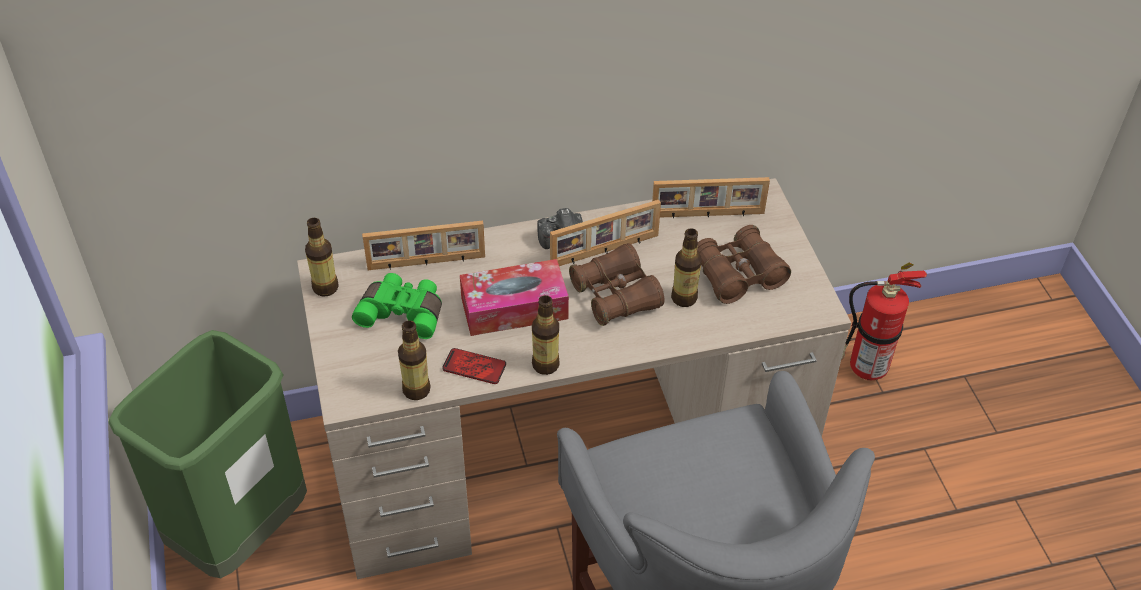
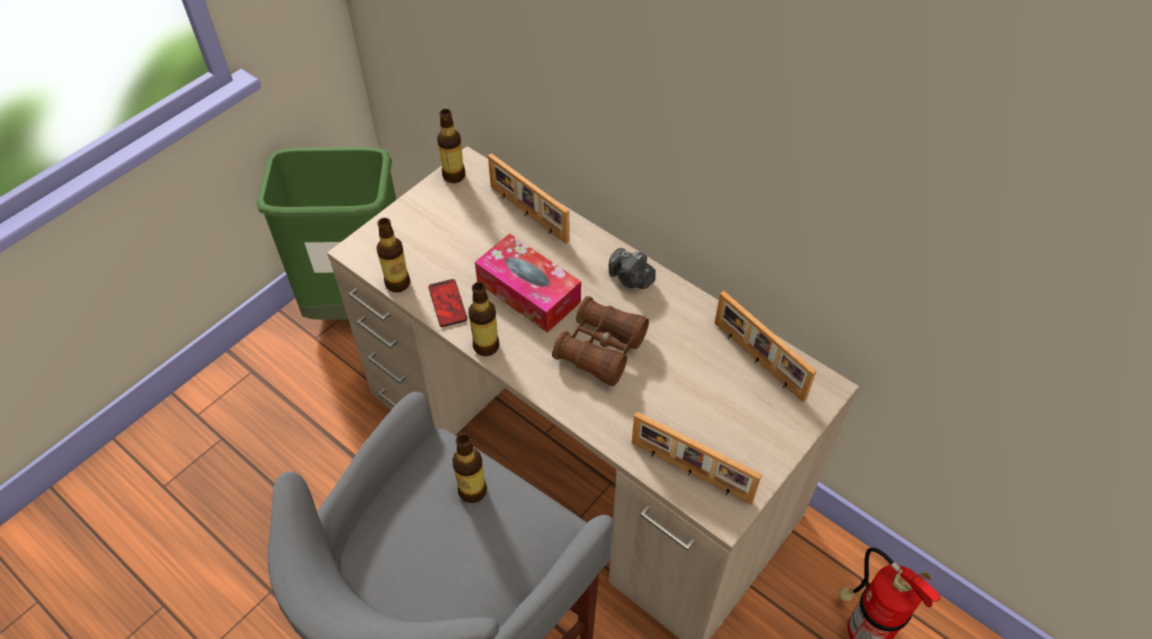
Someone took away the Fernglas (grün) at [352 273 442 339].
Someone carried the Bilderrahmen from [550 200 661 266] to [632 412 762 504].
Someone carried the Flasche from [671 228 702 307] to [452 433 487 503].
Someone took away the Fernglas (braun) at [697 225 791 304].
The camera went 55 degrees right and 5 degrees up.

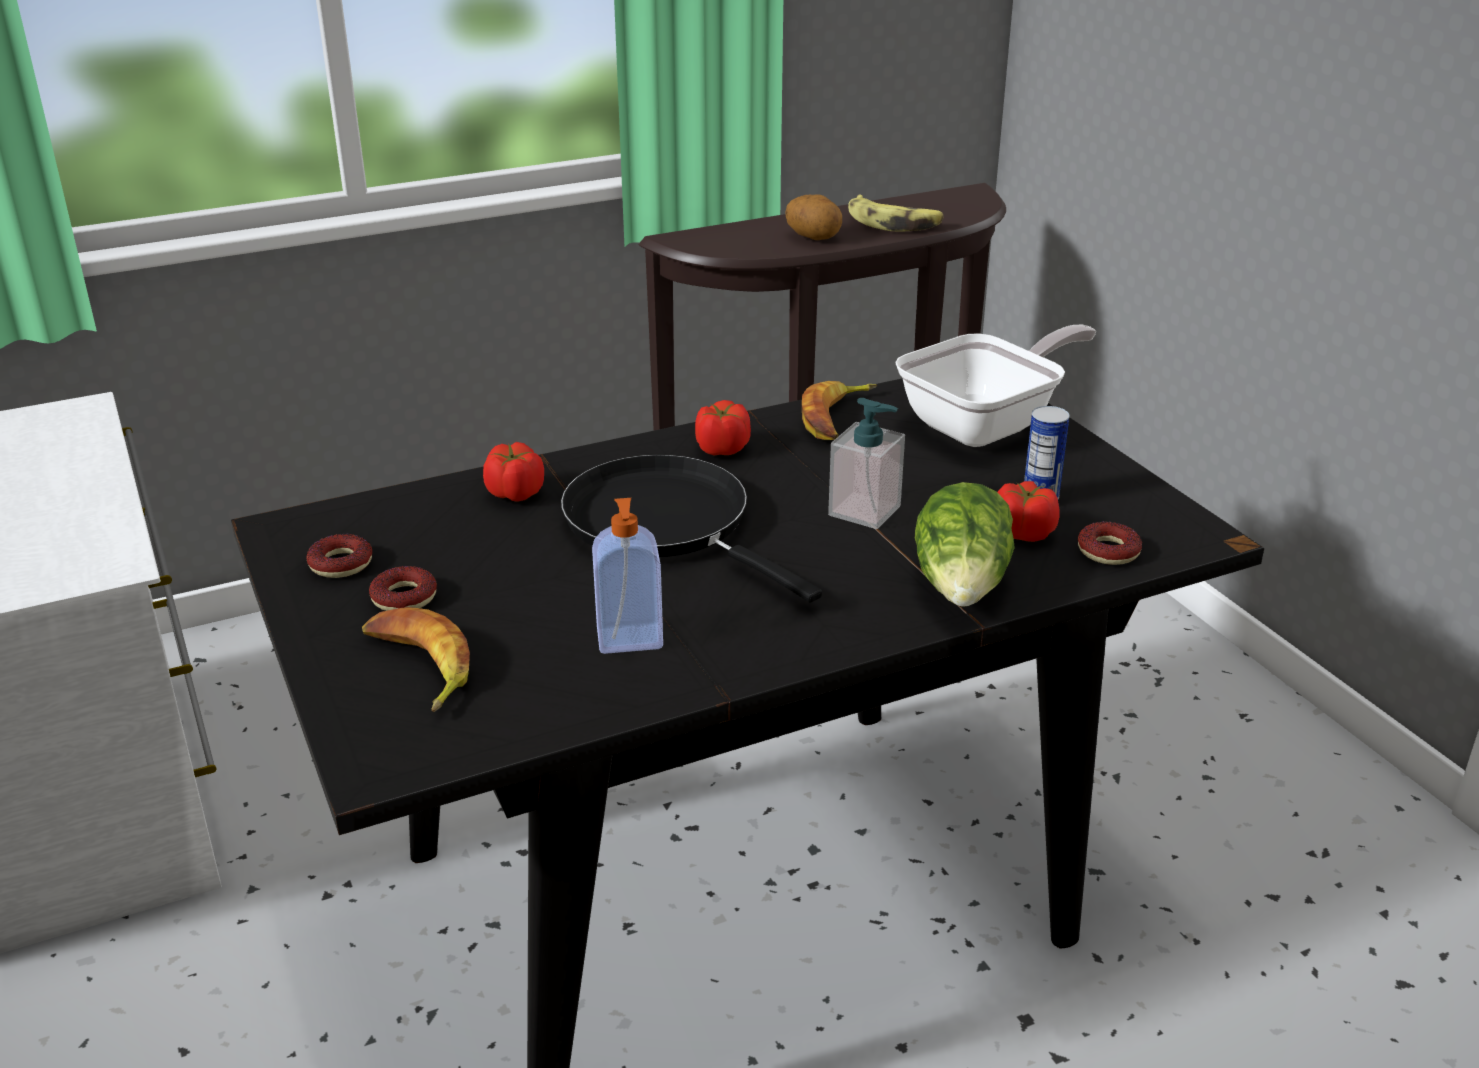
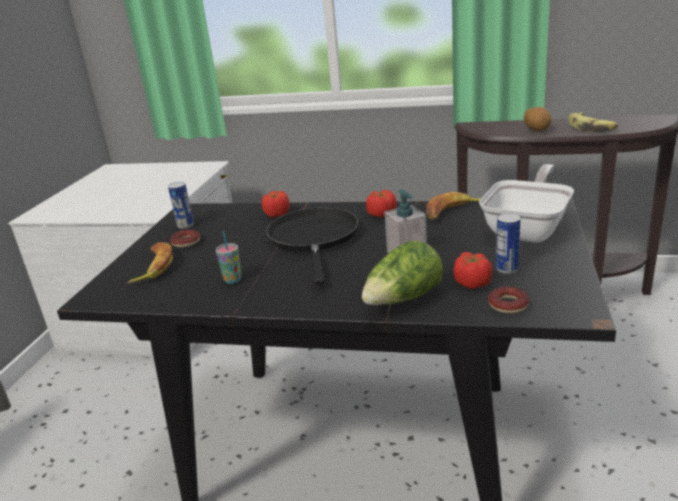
Someone swapped the Donut at [306 534 372 578] for the Dose at [168 182 194 229].
Someone swapped the Seifenspender at [592 498 663 654] for the Tasse at [216 231 242 284].
Someone rotated the Pfanne at [895 325 1096 447] by 60 degrees counterclockwise.
The camera went 40 degrees right and 5 degrees down.

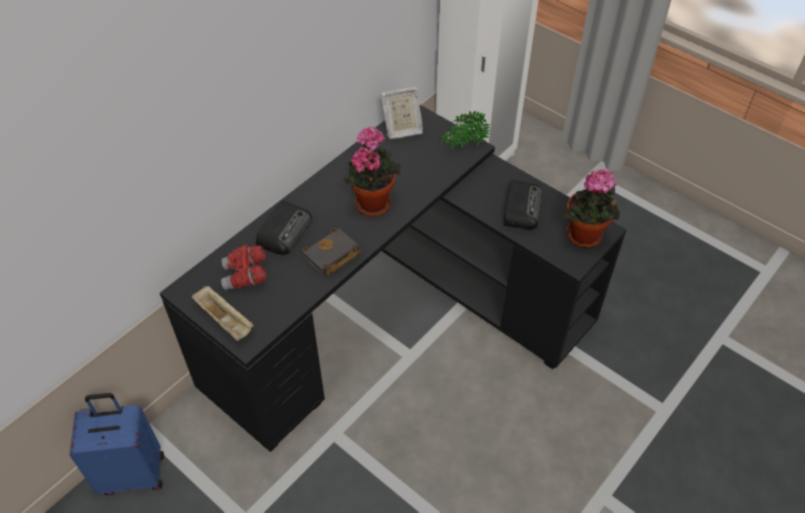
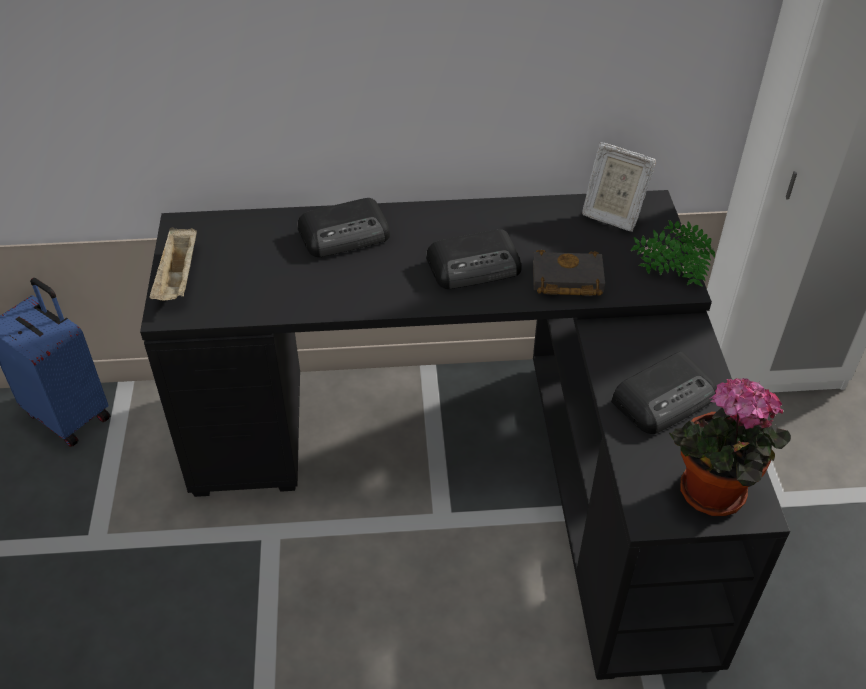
Someone took away the Fernglas (rot) at [221 245 266 290].
Someone carried the Buch (schwarz) from [302 228 361 275] to [533 250 605 296].
Someone swapped the Topfpflanze at [344 126 401 217] for the Radio at [426 229 522 289].
The camera went 45 degrees right and 5 degrees down.

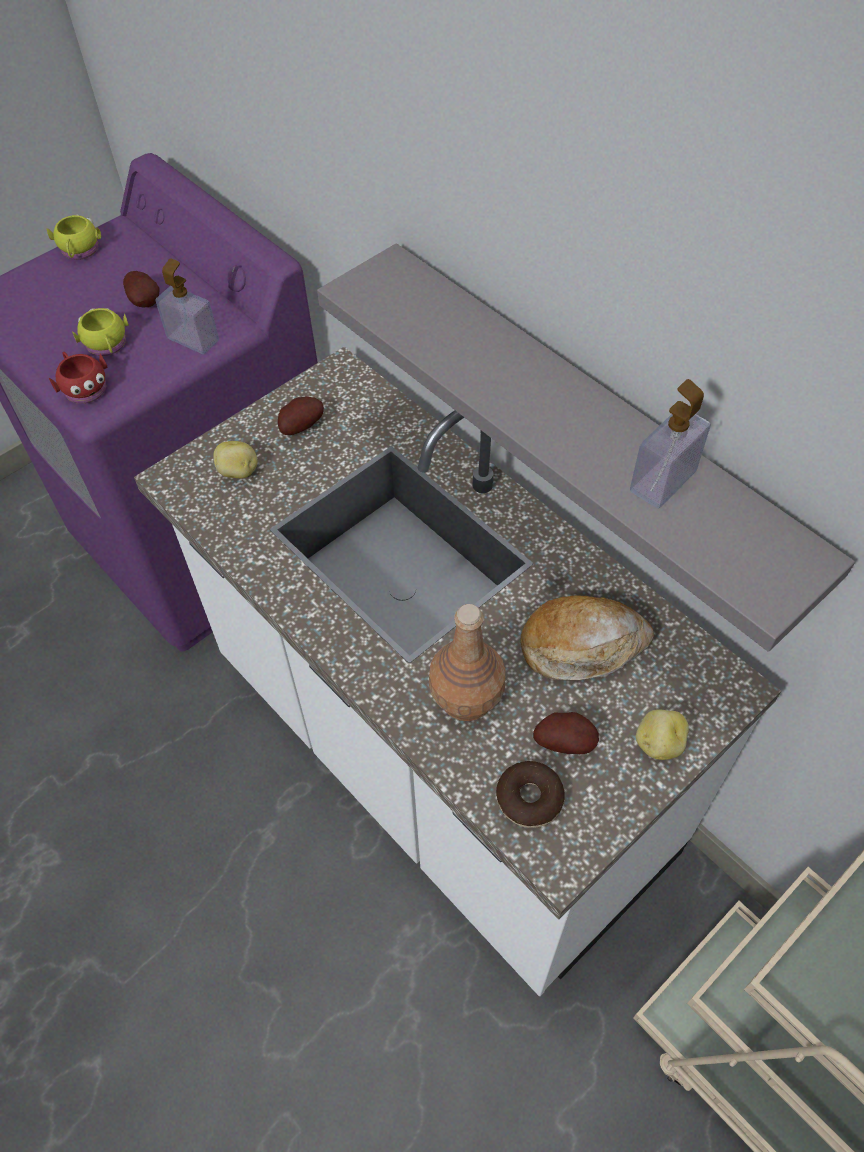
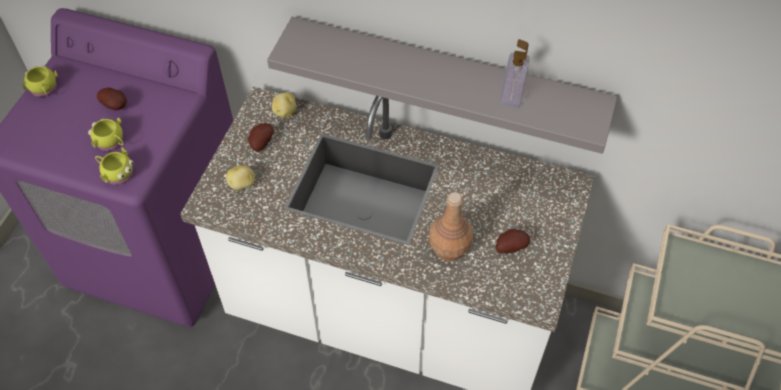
Someone repainted the Henkelbecher (rot) at [49 352 108 404], which became the Henkelbecher (gelb) at [95 148 134 185].
Someone took away the Seifenspender at [156 258 219 354].
Someone took away the Donut at [496 761 565 828].
Someone took away the Brot at [520 595 654 680].
Someone carried the Kartoffel from [636 709 689 760] to [272 92 297 118].
The camera went 30 degrees left and 0 degrees up.

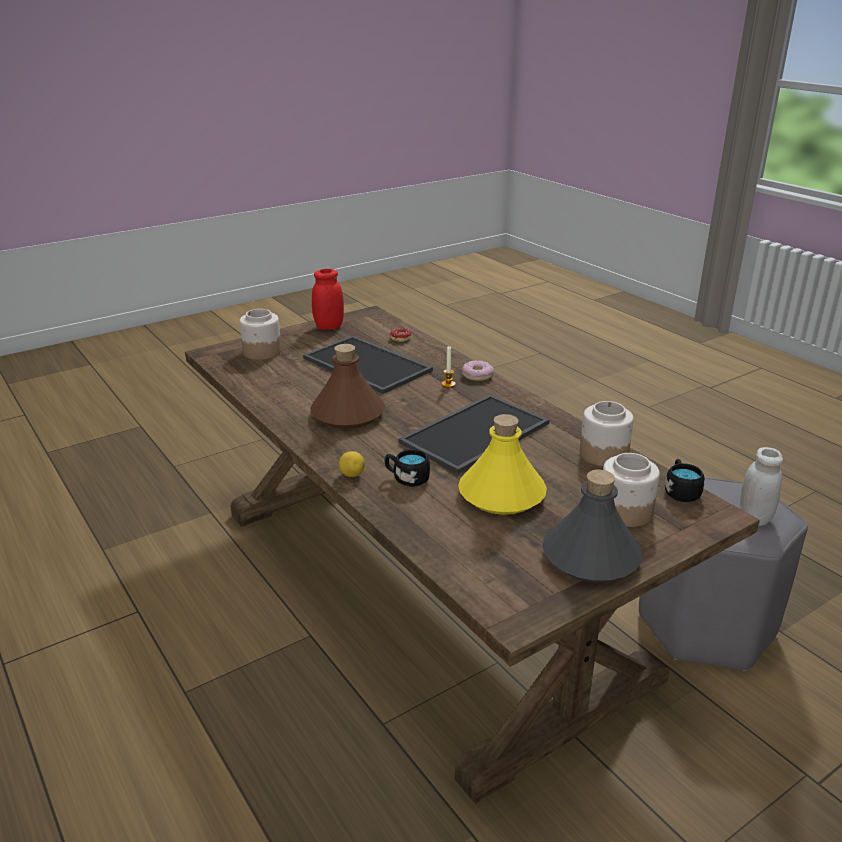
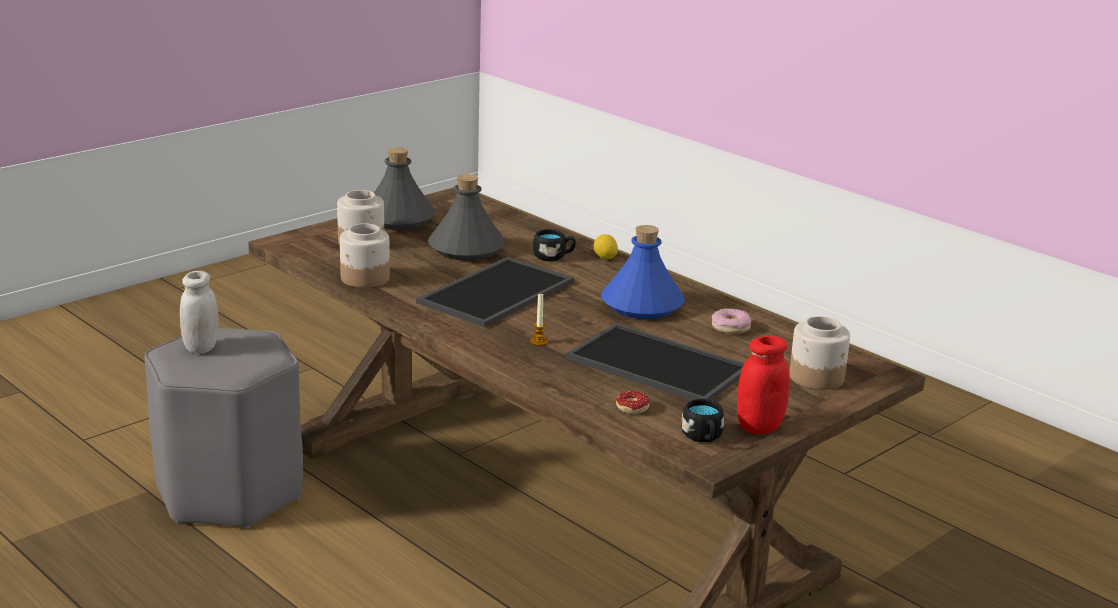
Someone repainted the Flasche (braun) at [310 344 385 429], which became the Flasche (blau) at [601 225 685 319].
Someone repainted the Flasche (gelb) at [458 414 547 515], which became the Flasche (grau) at [428 174 506 261].
Someone carried the Donut from [462 360 494 381] to [712 308 751 334].
Someone carried the Henkelbecher (schwarz) from [665 459 705 502] to [681 399 724 442].
The camera went 170 degrees right and 5 degrees down.

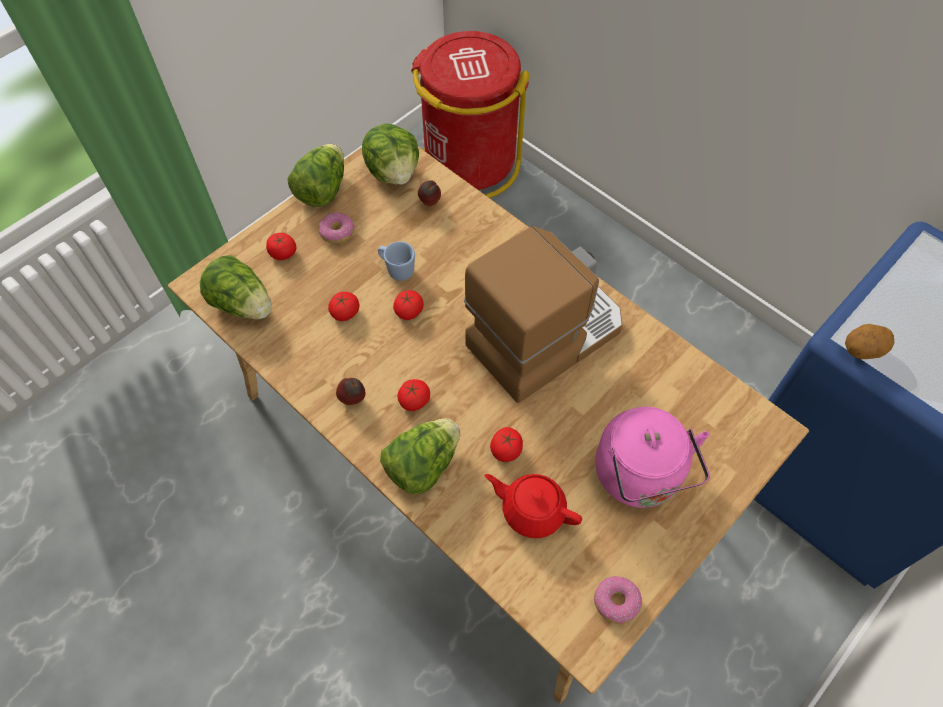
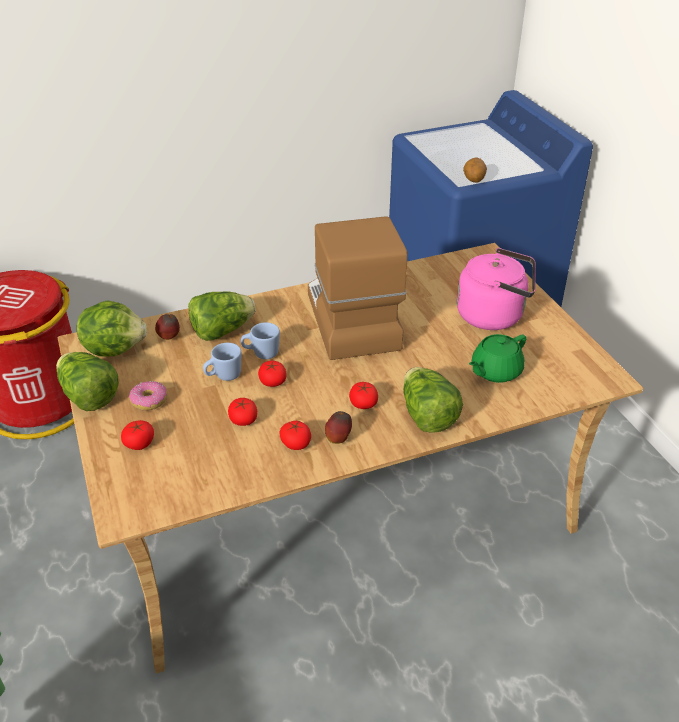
Someone carried the Salatkopf from [200 255 272 319] to [188 292 256 341].
Someone repainted the Teekanne (rot) at [485 474 582 538], which became the Teekanne (grün) at [469 334 527 383].
Someone carried the Tomate from [490 427 523 462] to [280 421 311 450].
Someone took away the Donut at [594 576 642 624].
Someone put down the Henkelbecher (blau) at [241 322 280 359].
The camera went 65 degrees left and 20 degrees down.

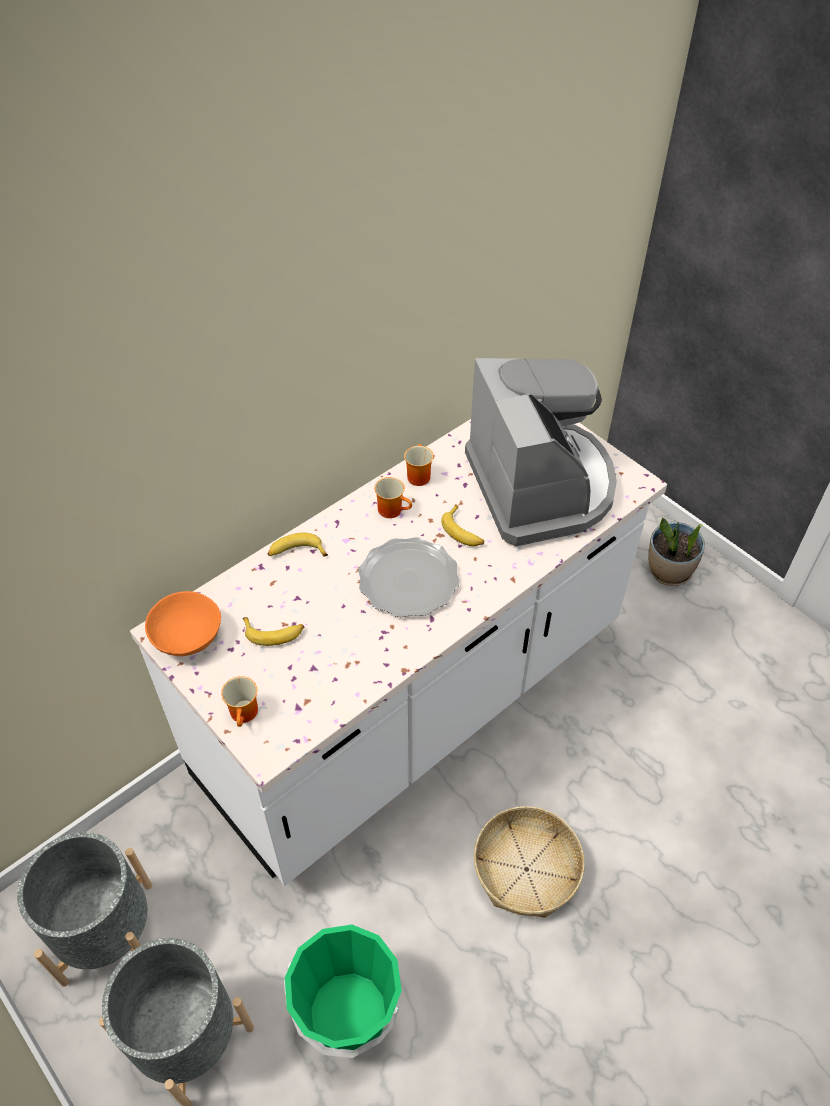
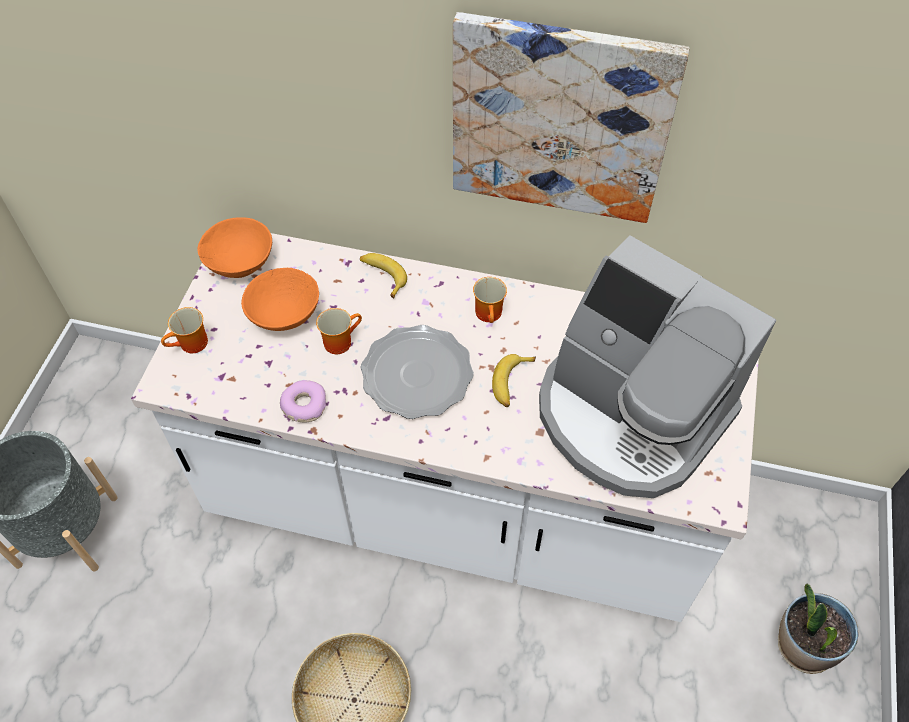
Someone took away the Pflanzkübel (grau) at [17 832 152 987].
Someone swapped the Banane at [243 617 304 646] for the Schüssel (orange) at [241 268 319 331].
Someone took away the Eimer (grün) at [284 925 402 1058].
Someone carried the Henkelbecher from [404 444 434 486] to [316 308 362 354].
Someone rotated the Kaffeemaschine at [465 358 617 546] by 90 degrees clockwise.
Someone put down the Donut at [280 380 326 422].
Someone put up the Bild at [453 12 689 223].
The camera went 55 degrees right and 5 degrees up.

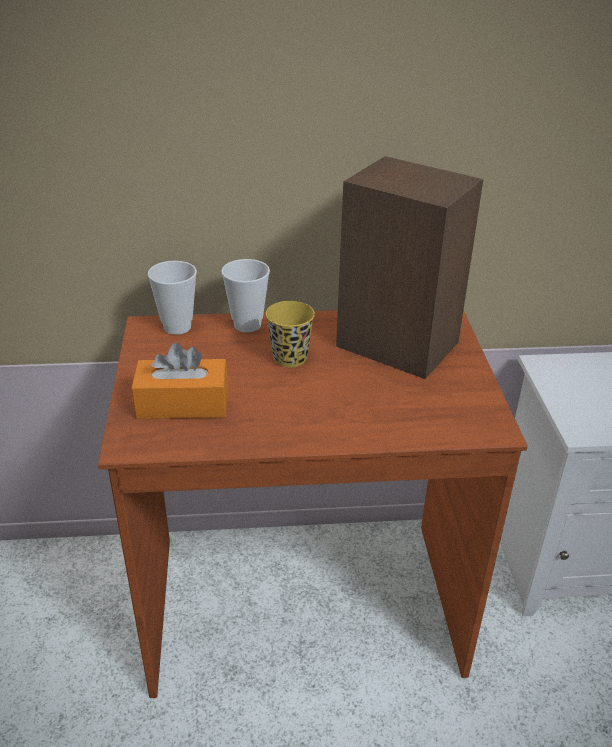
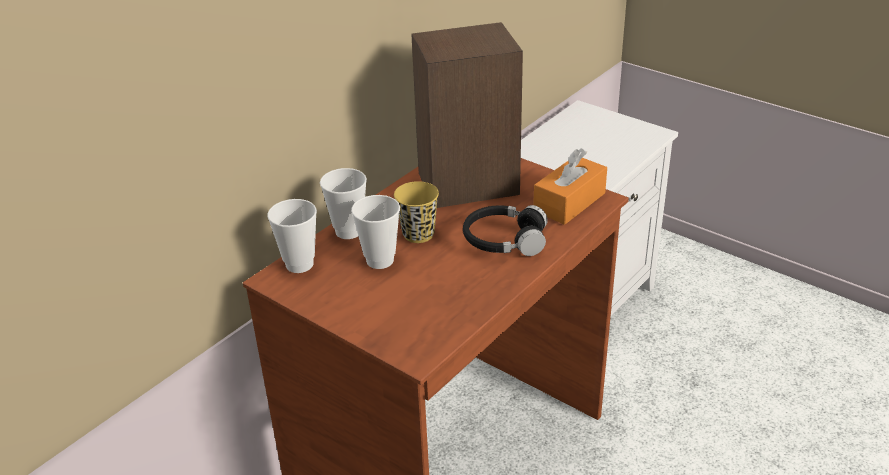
Someone carried the Taschentuchbox (orange) from [131 343 228 419] to [533 148 607 225].
Someone put down the Tasse at [351 195 400 269].
Someone put down the Kopfhörer (schwarz) at [463 205 548 256].
The camera went 45 degrees left and 0 degrees up.

